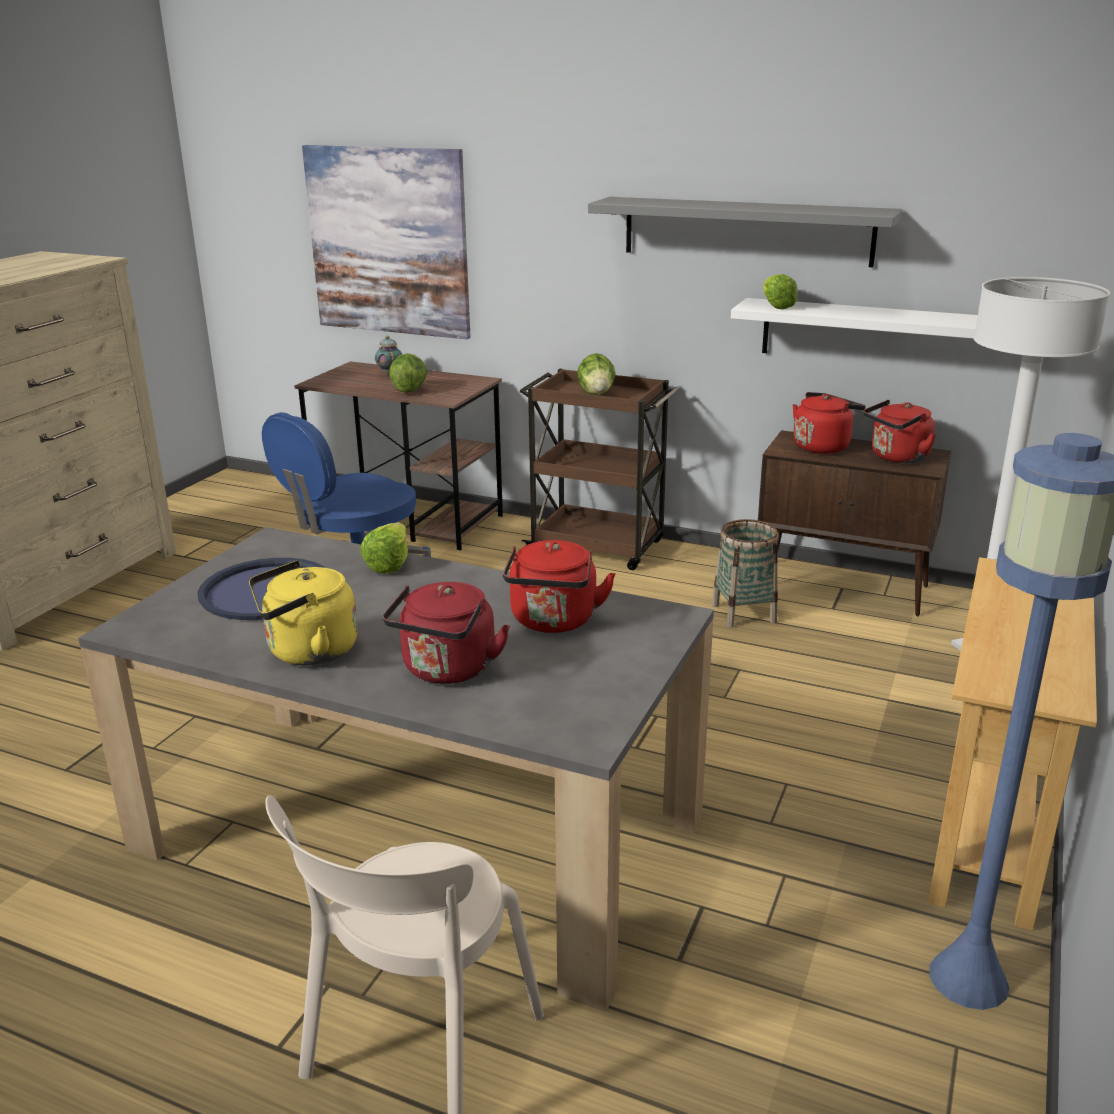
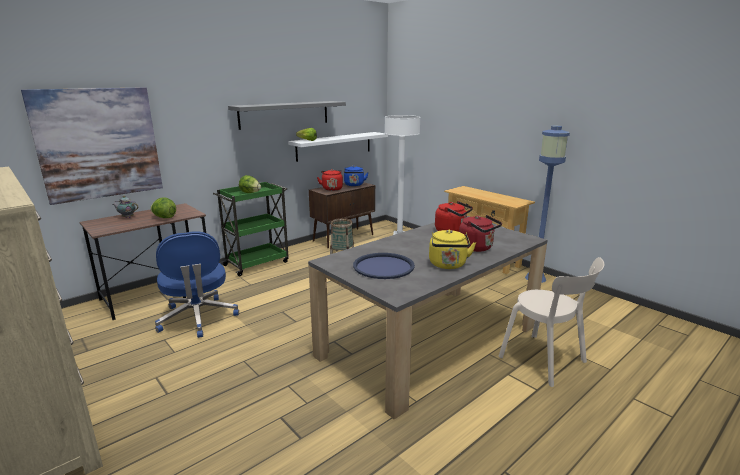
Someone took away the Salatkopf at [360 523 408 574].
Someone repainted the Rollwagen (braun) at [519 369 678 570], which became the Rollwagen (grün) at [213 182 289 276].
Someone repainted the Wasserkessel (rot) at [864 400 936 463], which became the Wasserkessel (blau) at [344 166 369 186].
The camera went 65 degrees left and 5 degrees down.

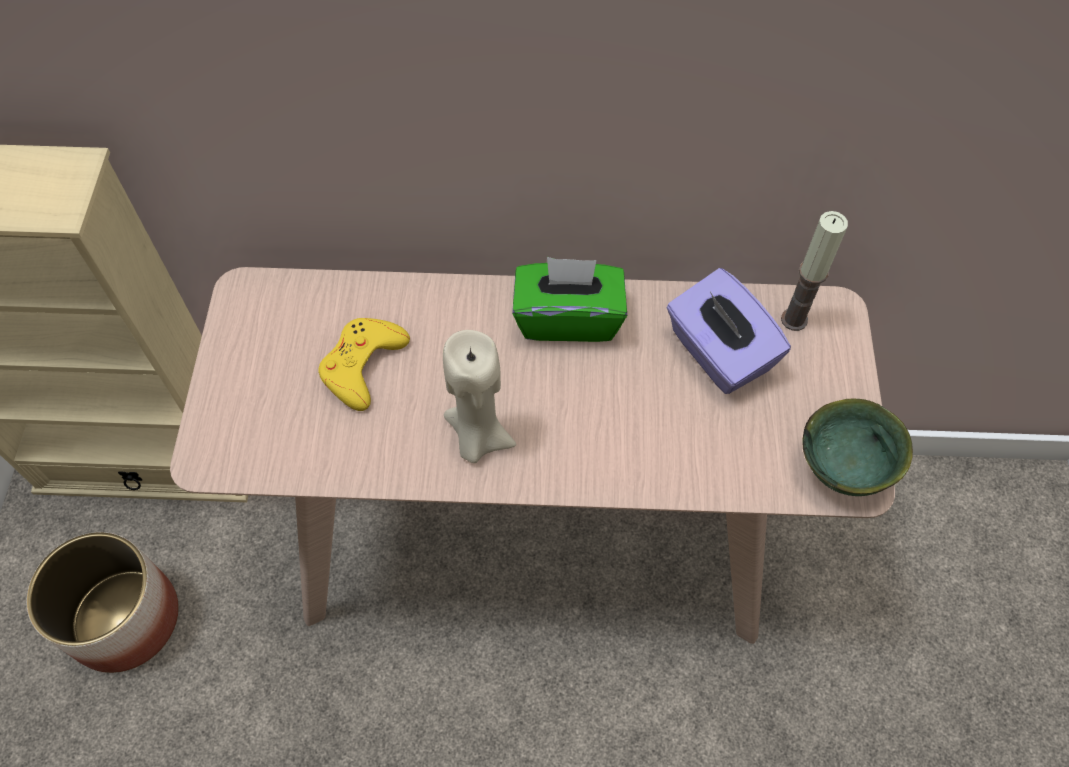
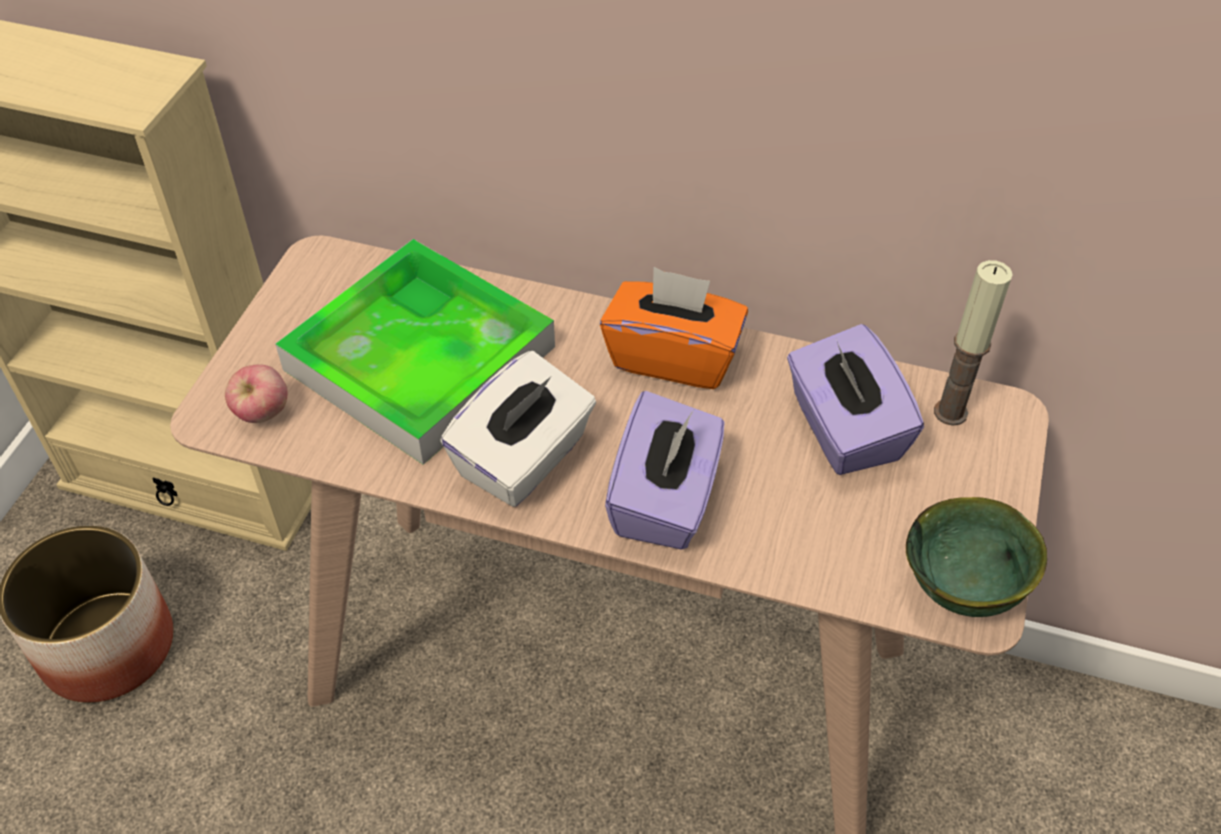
Someone swapped the Gamepad (gelb) at [318 318 410 411] for the Tablett at [275 239 555 465].
Someone swapped the Kerze (beige) at [443 330 516 463] for the Taschentuchbox (weiß) at [440 351 596 507].
Someone repainted the Taschentuchbox (grün) at [512 257 627 342], which became the Taschentuchbox (orange) at [600 267 748 389].
Someone put down the Apfel at [225 364 288 423].
Someone put down the Taschentuchbox (lila) at [605 391 724 550].
The camera went 15 degrees right and 10 degrees down.

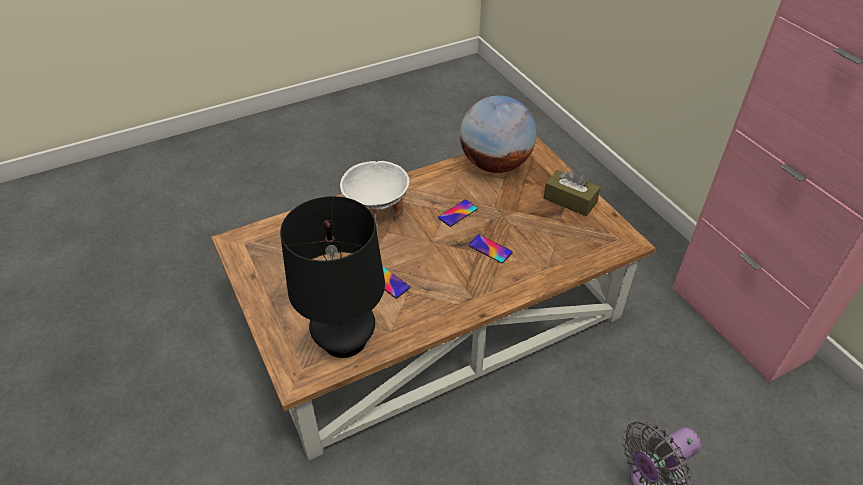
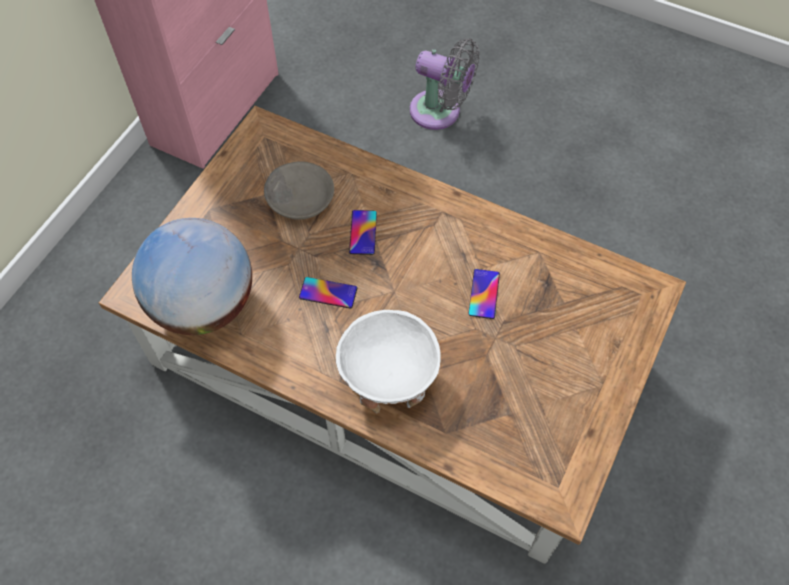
Someone took away the Tischlampe (schwarz) at [280 196 385 358].
Someone took away the Taschentuchbox (braun) at [544 169 601 216].
Someone put down the Schüssel (grau) at [264 161 334 220].
The camera went 125 degrees left and 15 degrees up.

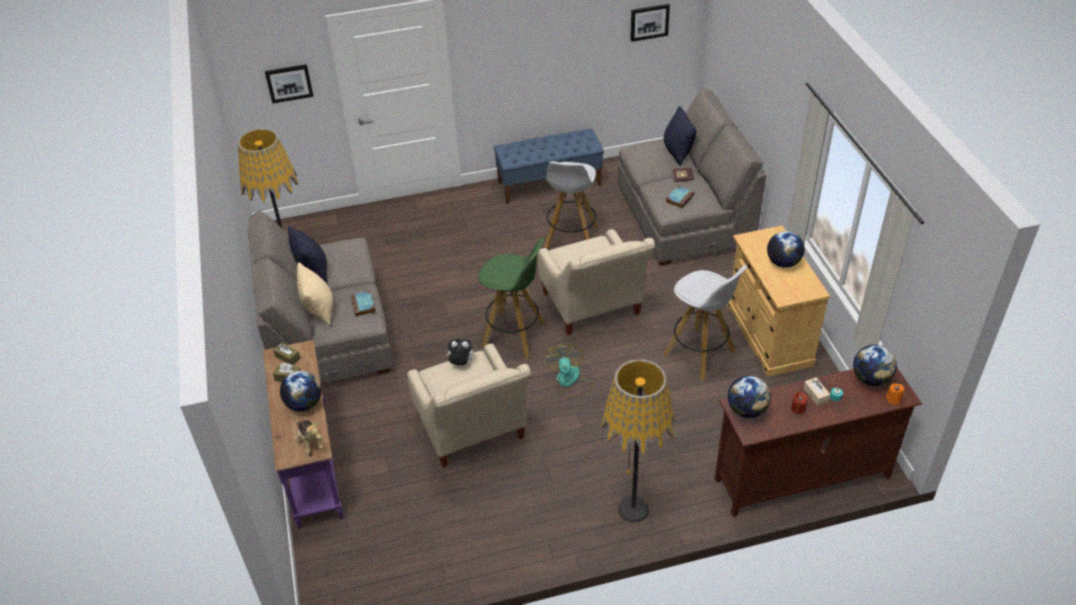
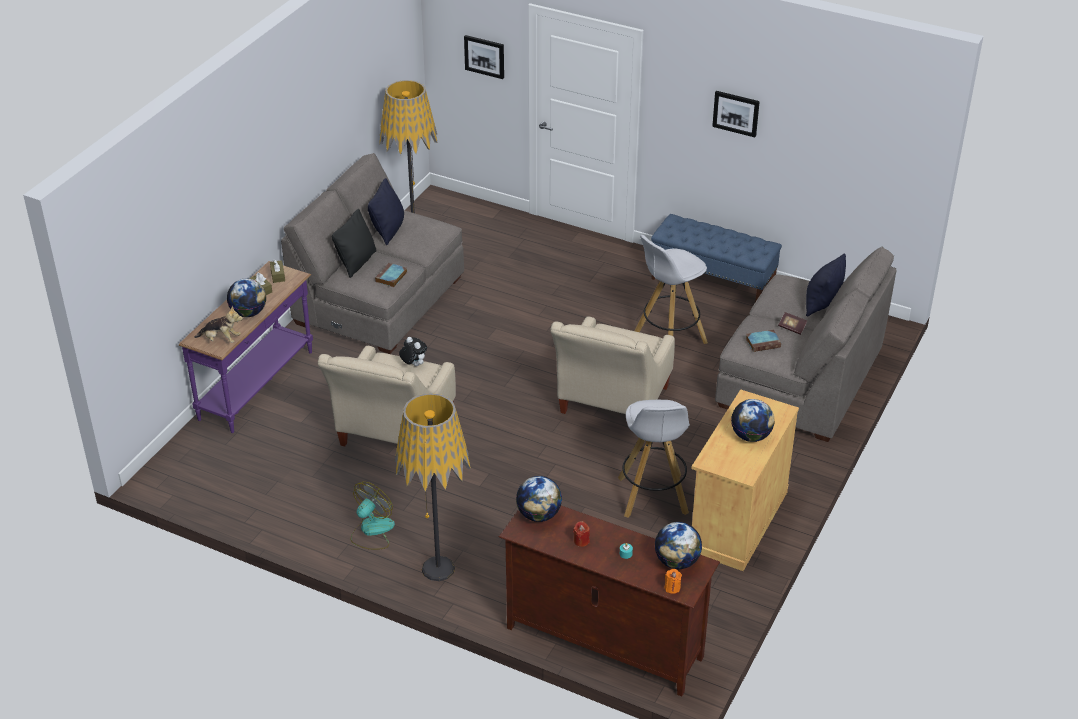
Someone rotated the Plüschtier at [294 420 323 454] by 90 degrees counterclockwise.
Someone repainted the Kissen (beige) at [297 262 333 326], which became the Kissen (schwarz) at [332 209 377 278].
Someone took away the Hocker (grün) at [478 237 545 359].
Someone carried the Ventilator from [543 344 593 398] to [351 482 395 550].
Someone carried the Bild from [630 4 670 42] to [712 91 760 137].
Someone took away the Taschentuchbox (beige) at [803 377 830 406].
The camera went 40 degrees right and 5 degrees down.

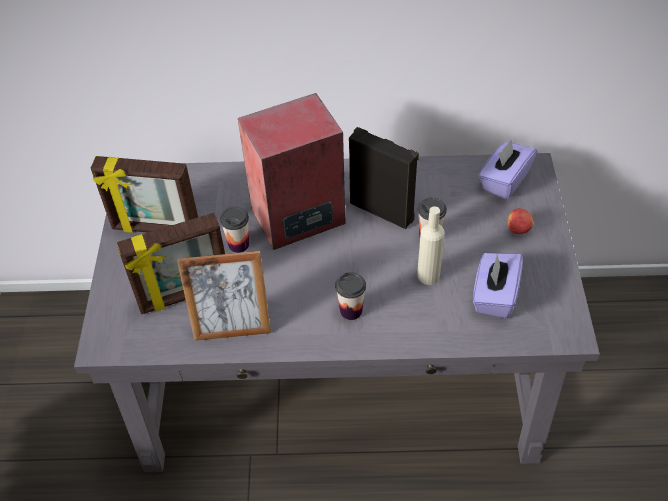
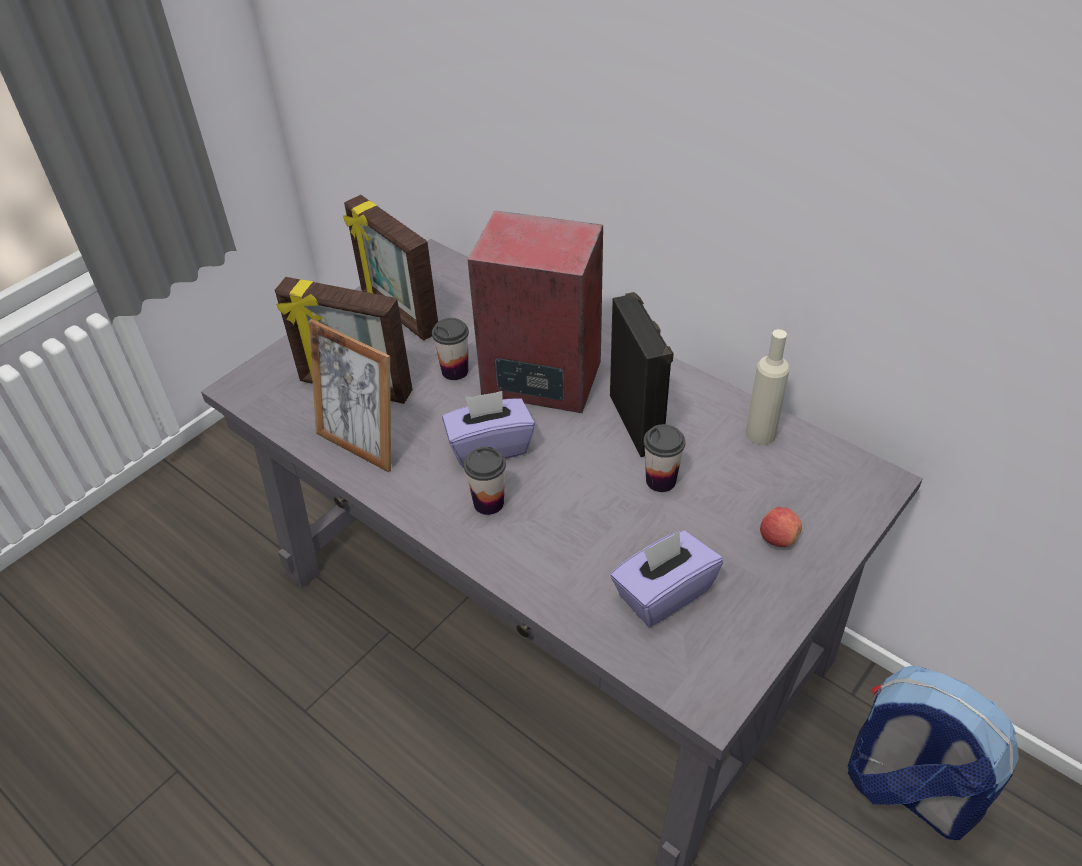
Someone carried the Flasche (beige) from [417 206 445 285] to [746 329 790 445].
Someone carried the Taschentuchbox (lila) from [479 139 537 200] to [442 391 535 467].
Someone put down the Rucksack at [847 666 1019 840].
The camera went 40 degrees right and 5 degrees down.

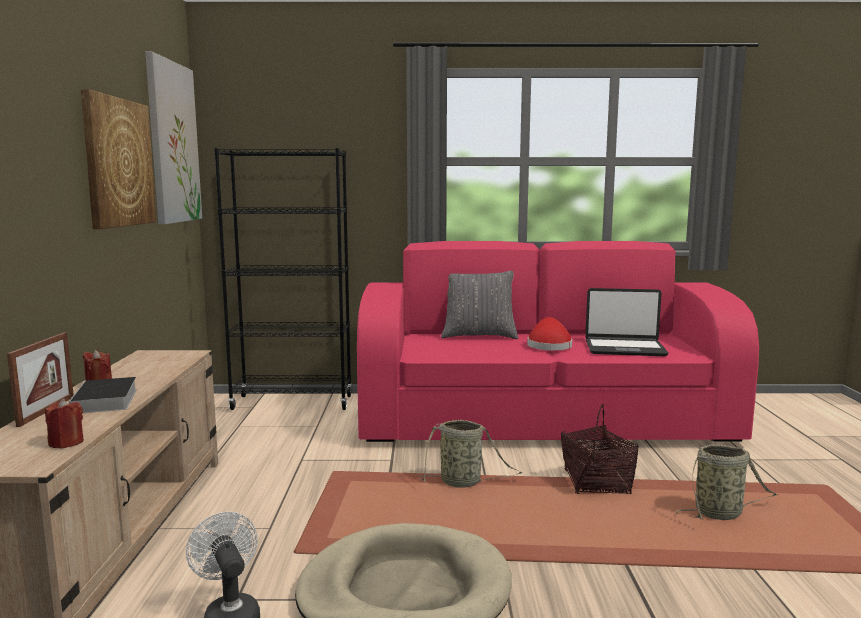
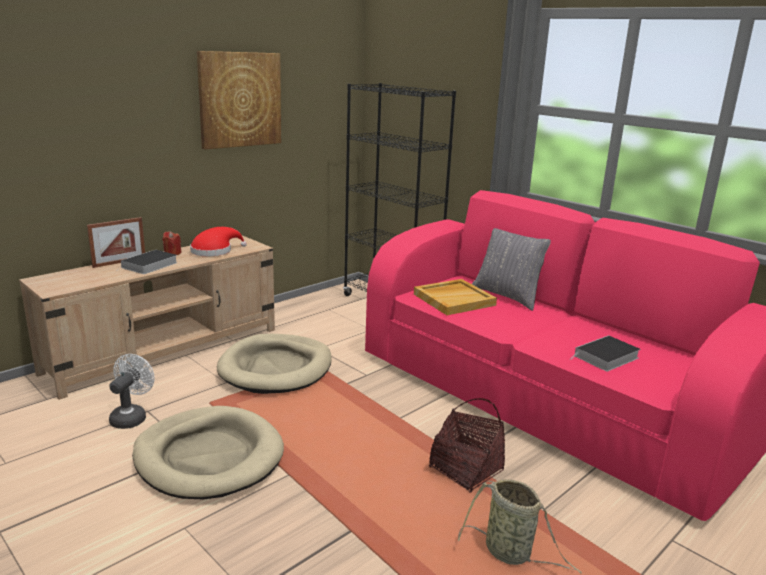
Someone took away the Kerze (rot) at [45 399 84 449].
Someone took away the Bild at [145 51 202 224].
Someone took away the Korb at [418 420 522 488].
Someone carried the Hut (rot) from [527 317 572 351] to [190 227 247 256].
Someone swapped the Laptop at [585 288 669 356] for the Buch at [571 335 640 371].
Someone put down the Hundebett (beige) at [217 334 332 394].
Someone put down the Tablett (beige) at [414 279 497 315].
The camera went 45 degrees right and 10 degrees up.

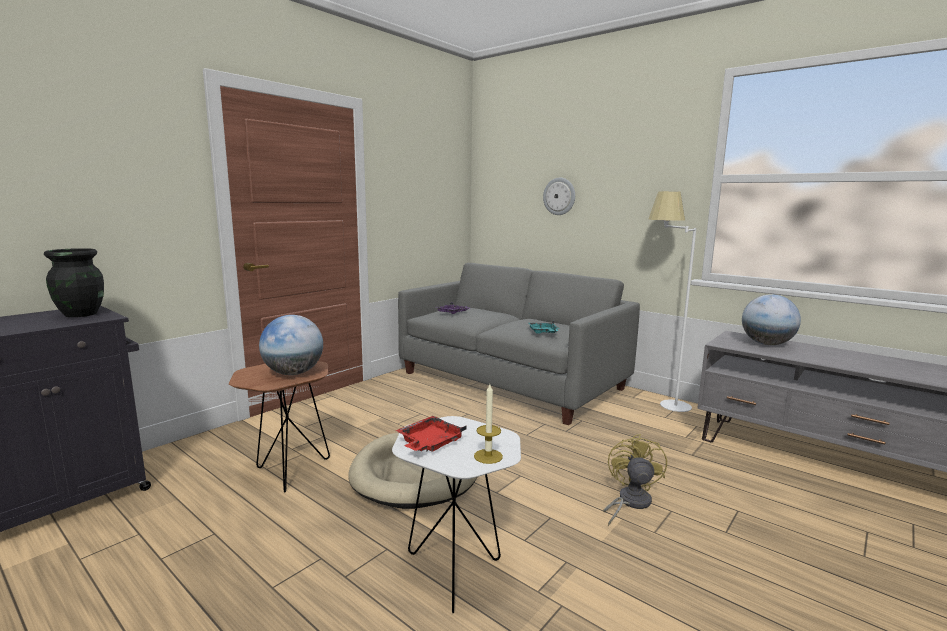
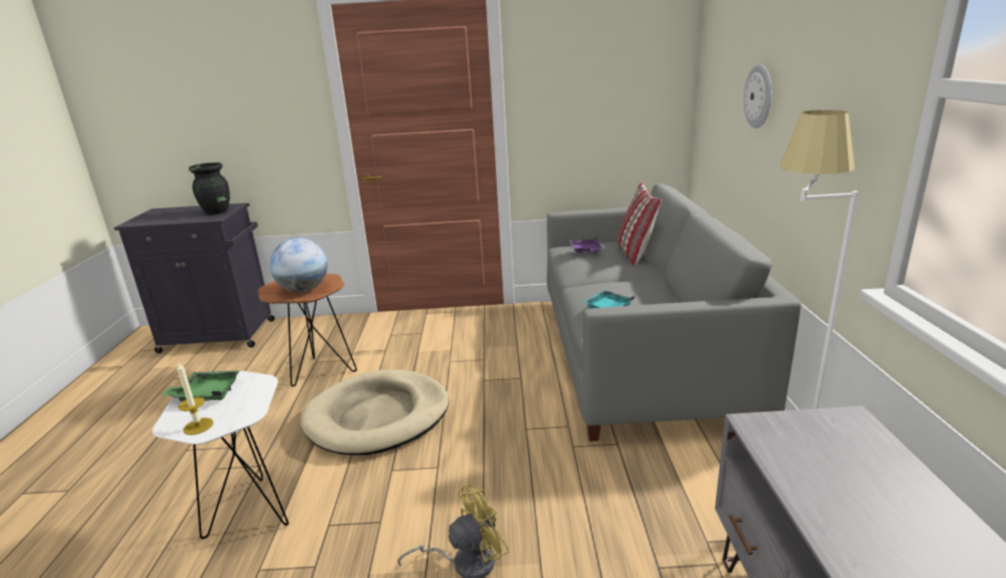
Someone repainted the Tablett (rot) at [395 416 467 452], which became the Tablett (grün) at [162 371 240 402].
Someone took away the Globus at [742 294 801 345].
Someone put down the Kissen at [617 182 662 266].
The camera went 50 degrees right and 10 degrees up.

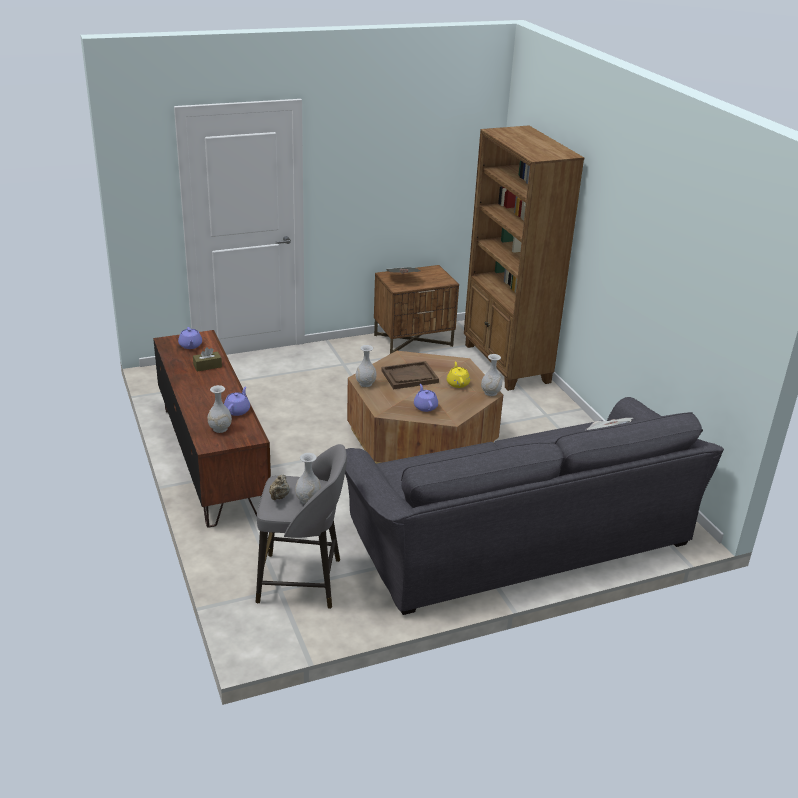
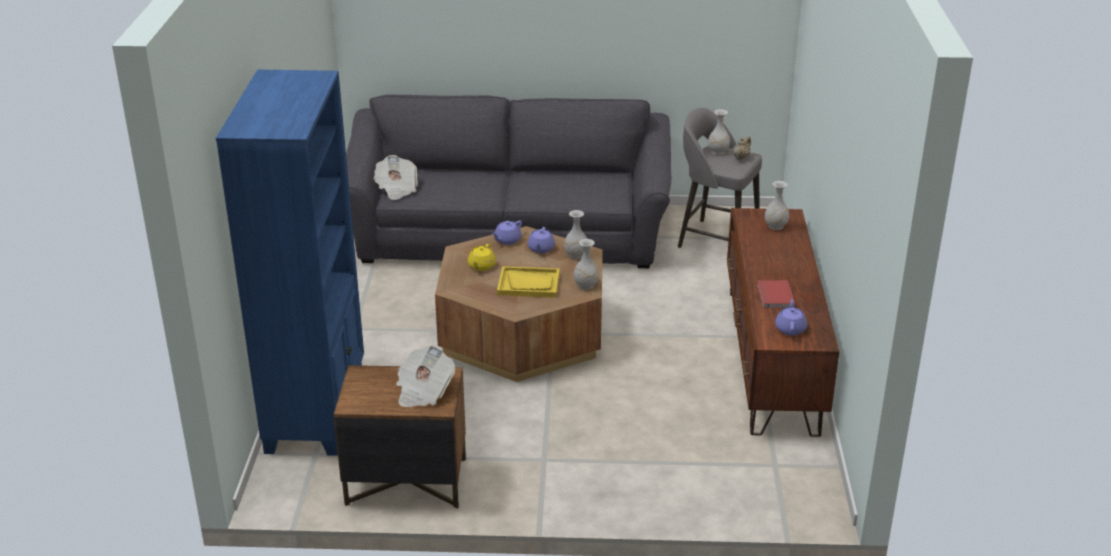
Someone swapped the Taschentuchbox (braun) at [193 347 222 372] for the Buch (rot) at [757 280 796 308].
Someone carried the Teekanne (lila) from [224 387 250 416] to [492 221 522 245].
Someone repainted the Tablett (braun) at [381 361 439 389], which became the Tablett (gelb) at [497 266 560 298].
Someone repainted the Bücherregal (braun) at [464 126 584 391], which became the Bücherregal (blau) at [216 70 364 456].
Someone carried the Vase (weiß) from [481 354 502 396] to [564 210 587 259].
The camera went 155 degrees left and 0 degrees up.

